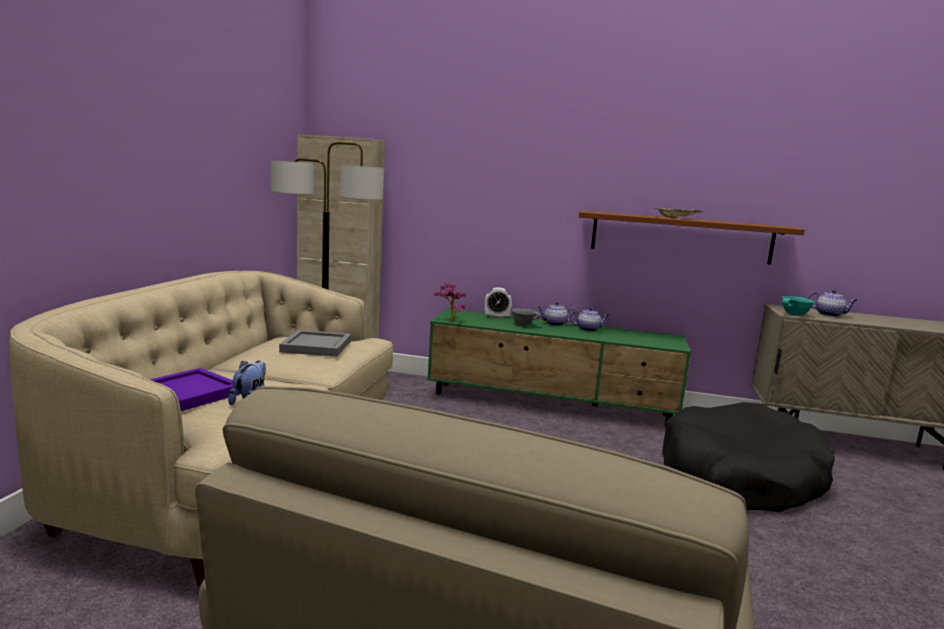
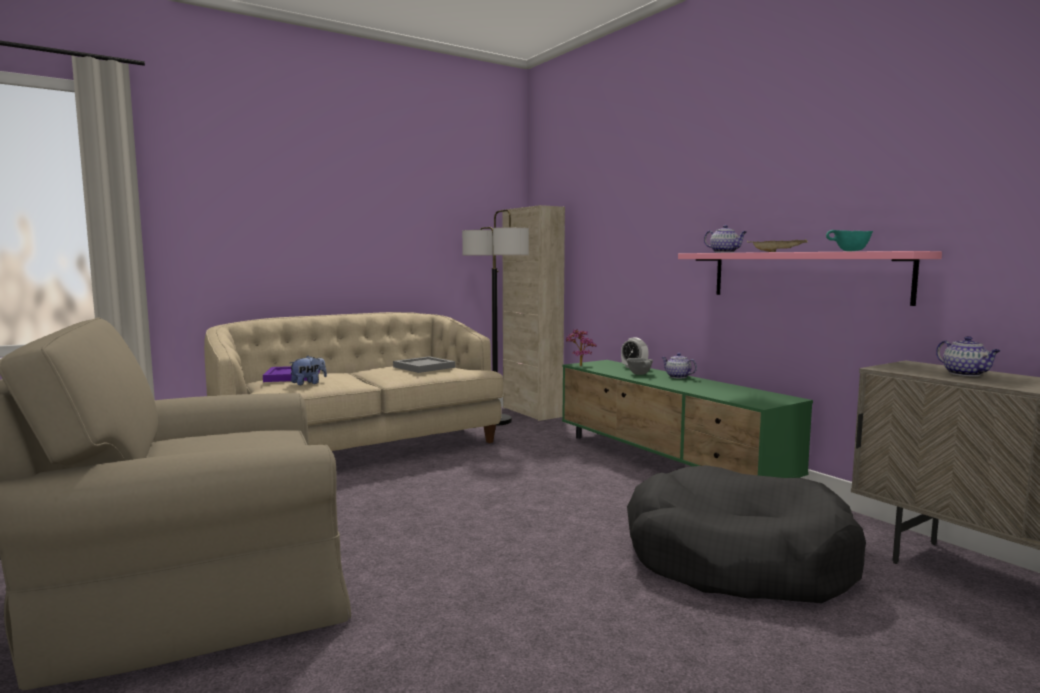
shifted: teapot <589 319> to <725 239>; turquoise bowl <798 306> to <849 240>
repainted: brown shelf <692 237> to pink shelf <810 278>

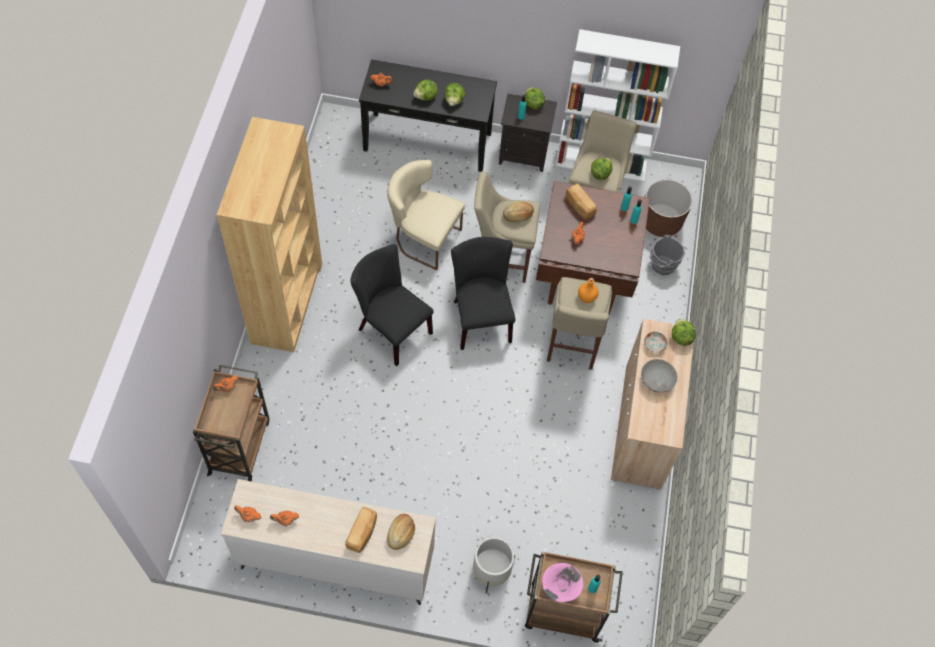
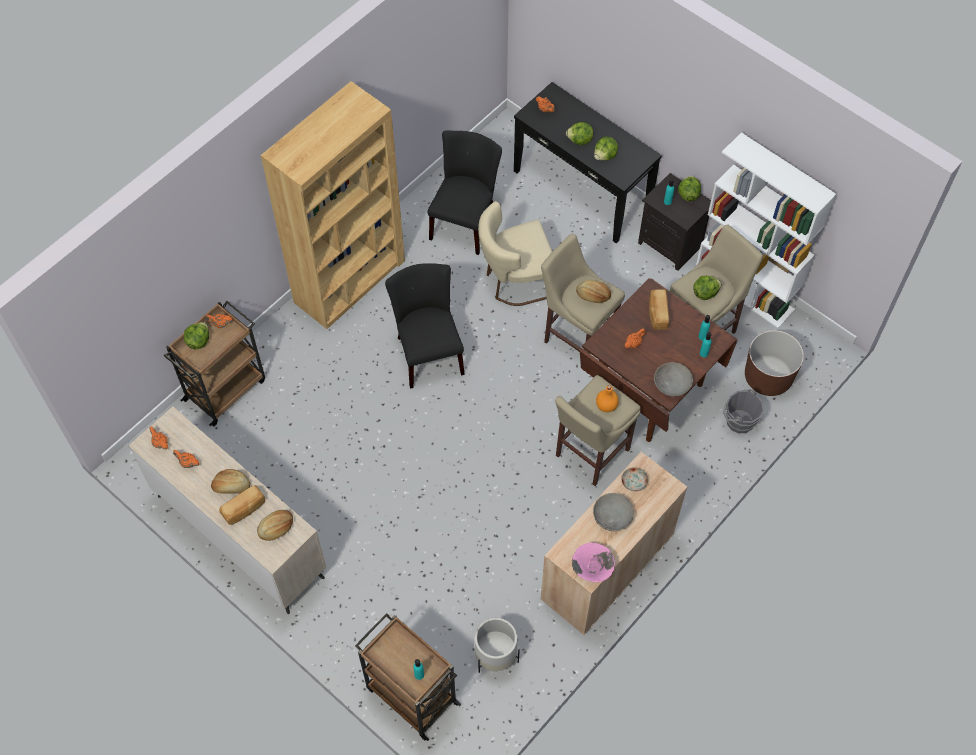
new: bread <230 481>; grey bowl <673 379>
shifted: black chair <483 293> to <464 193>; white planter <494 565> to <497 645>; pink bowl <562 582> to <593 562>; lettuce <684 332> to <196 336>
rotated: beige chair <426 215> = <515 253> 75 degrees counterclockwise

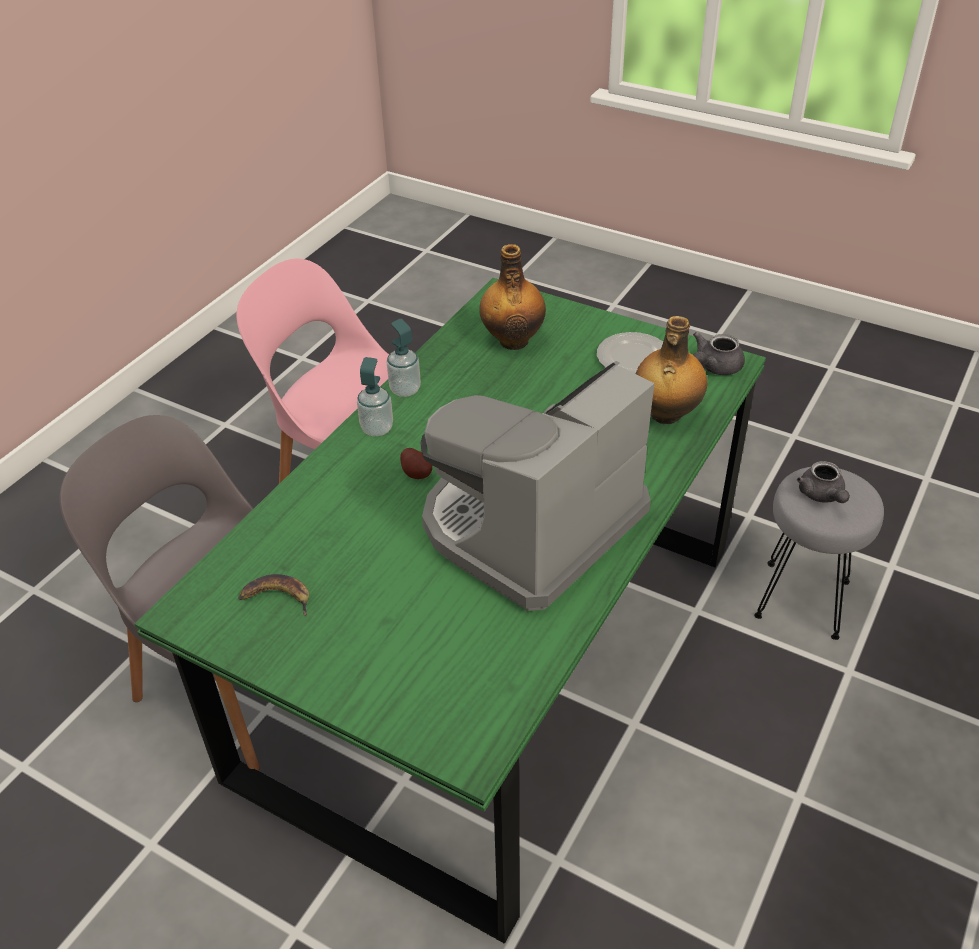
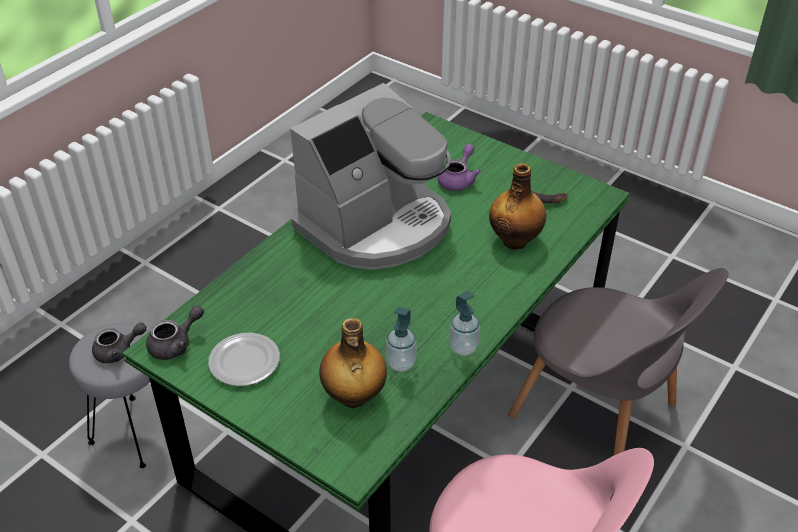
gone: potato <416 463>
new: purple teapot <459 167>
shifted: soap dispenser <375 396> to <401 339>; bottle <672 370> to <517 206>
rotated: grey teapot <823 482> = <119 343> 75 degrees clockwise

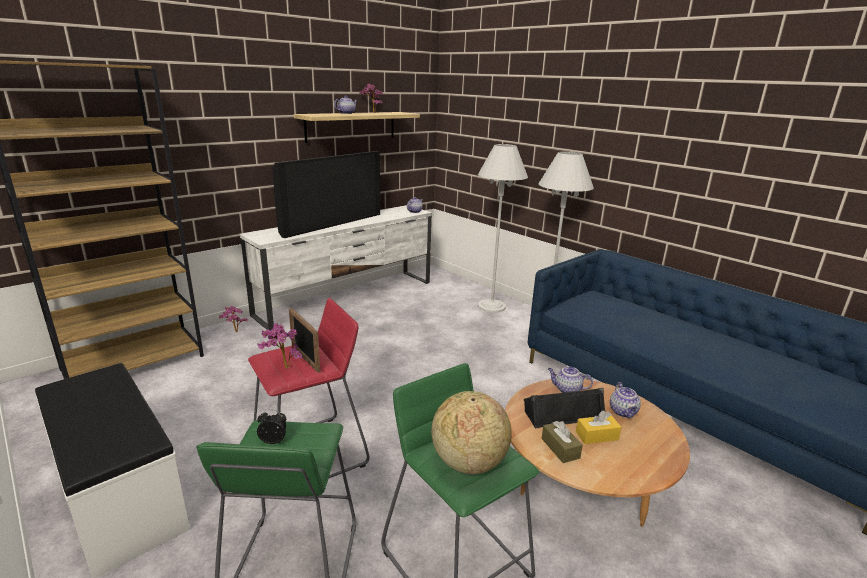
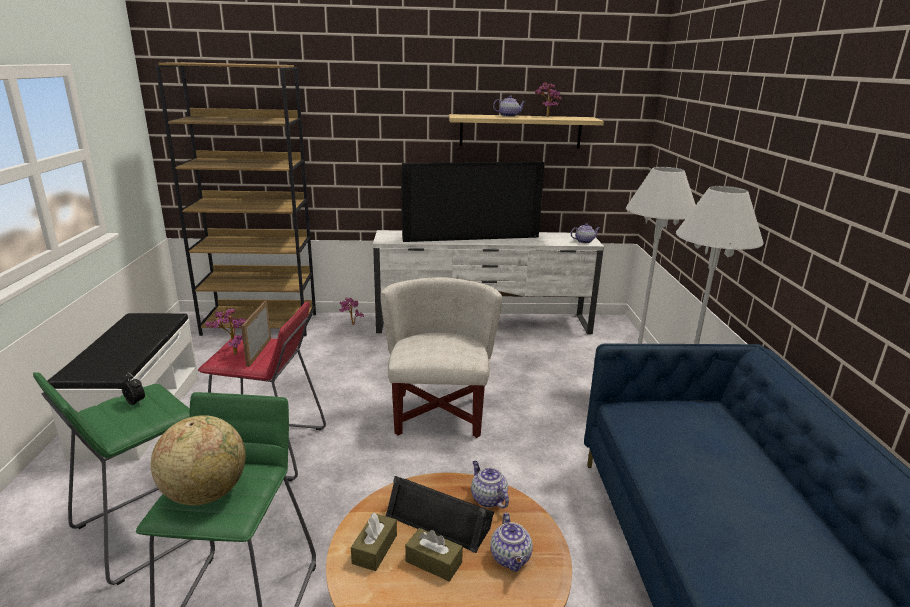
new: white armchair <441 357>
repainted: yellow tissue box <599 427> to brown tissue box <434 554>
rotated: teapot <625 400> = <511 542> 45 degrees counterclockwise

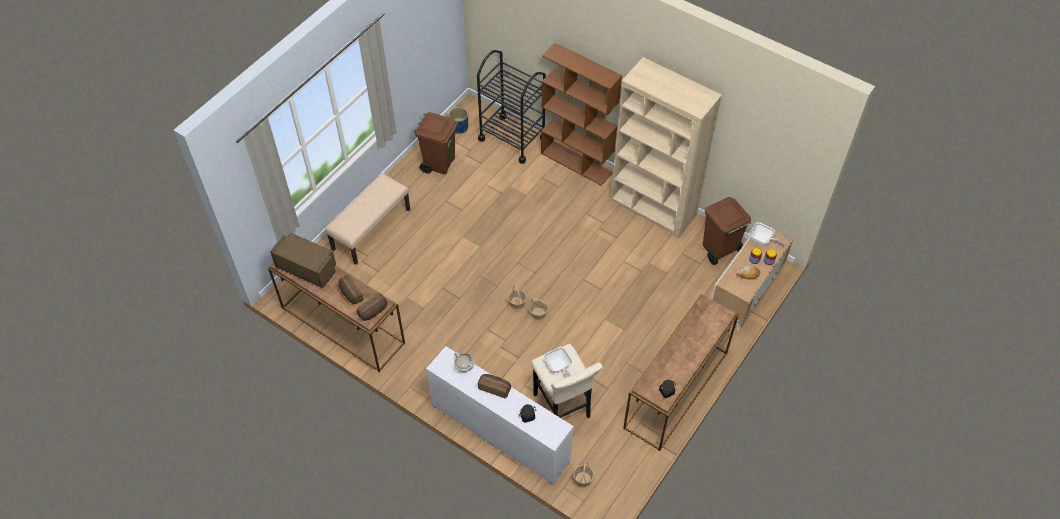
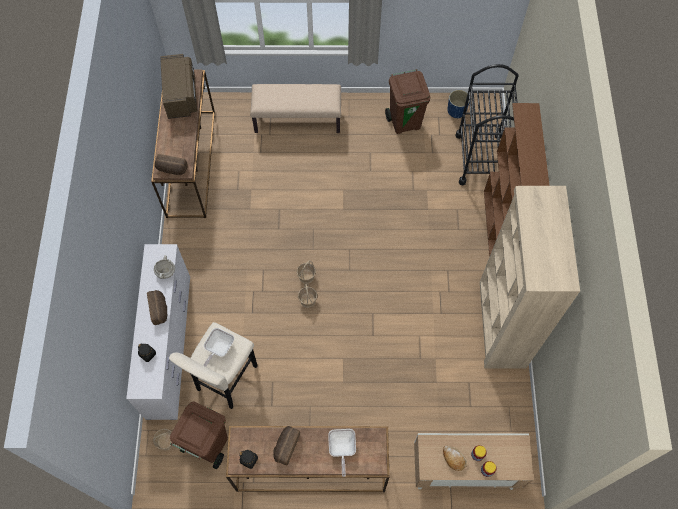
shifted: bread <351 289> to <286 445>; brown trash can <727 231> to <199 435>; frying pan <768 233> to <342 453>

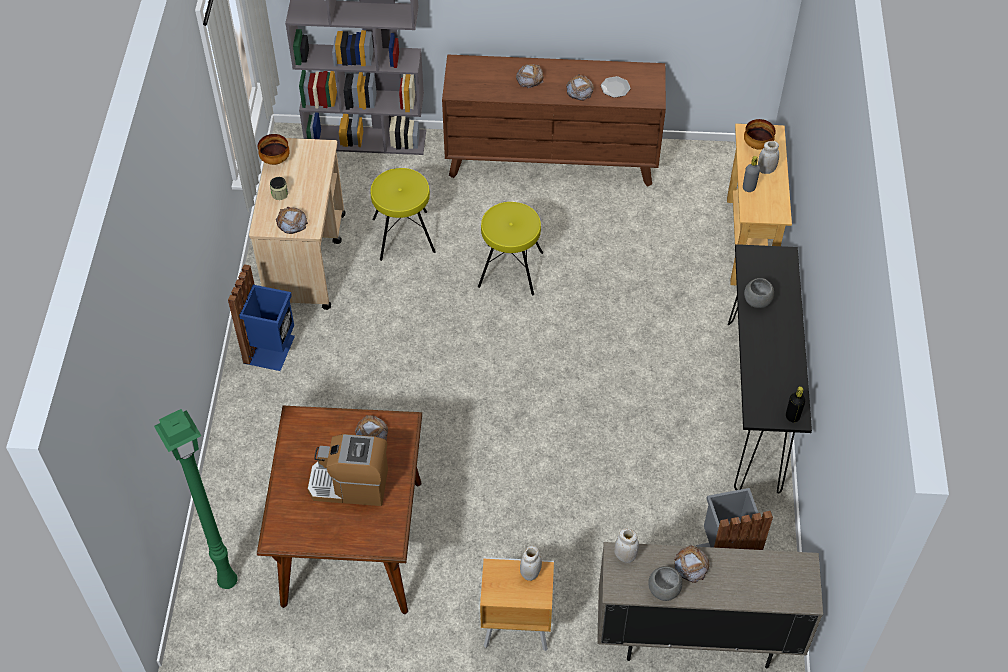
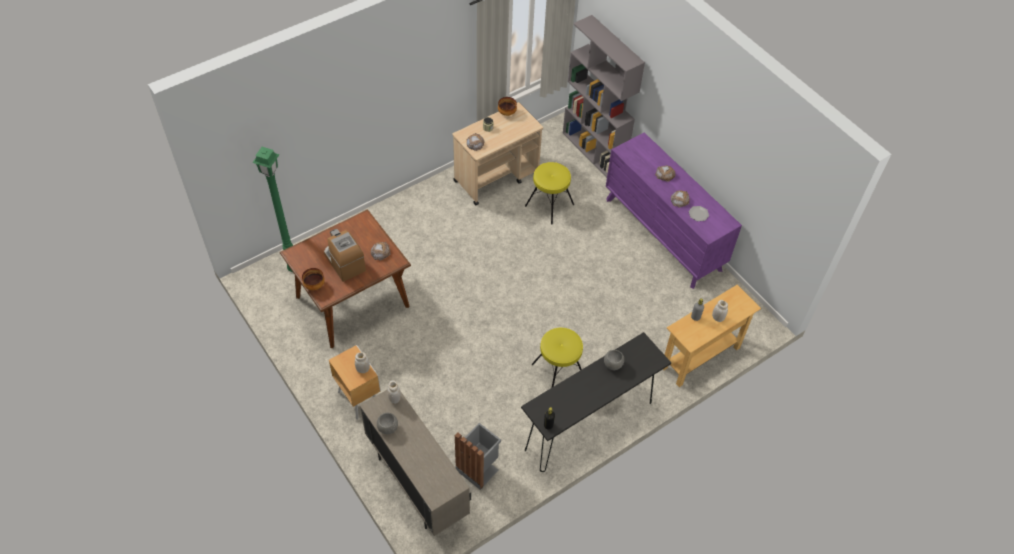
gone: blue trash can <261 317>; bread <692 564>
shifted: yellow stool <510 248> to <557 357>; bowl <760 134> to <313 279>
repainted: brown dresser <554 120> to purple dresser <674 210>

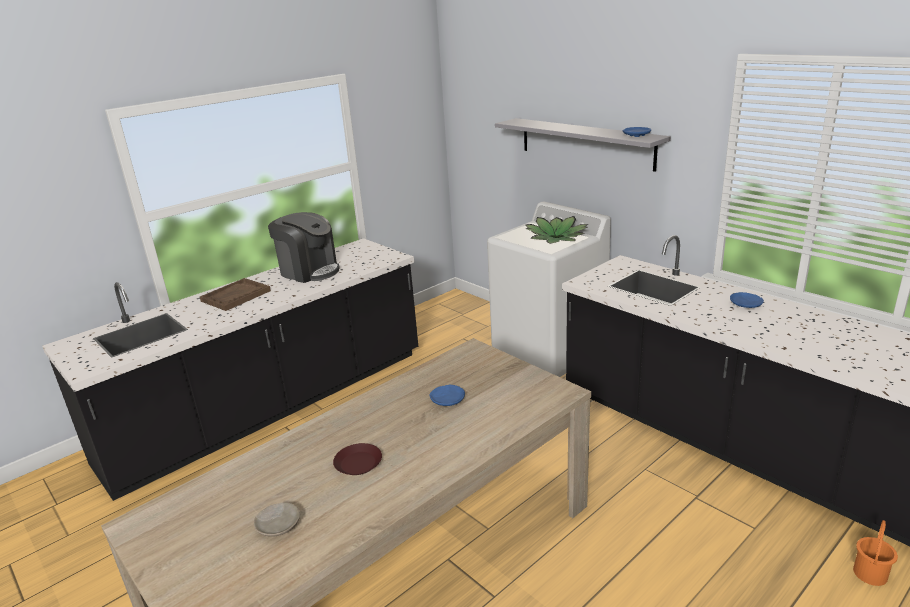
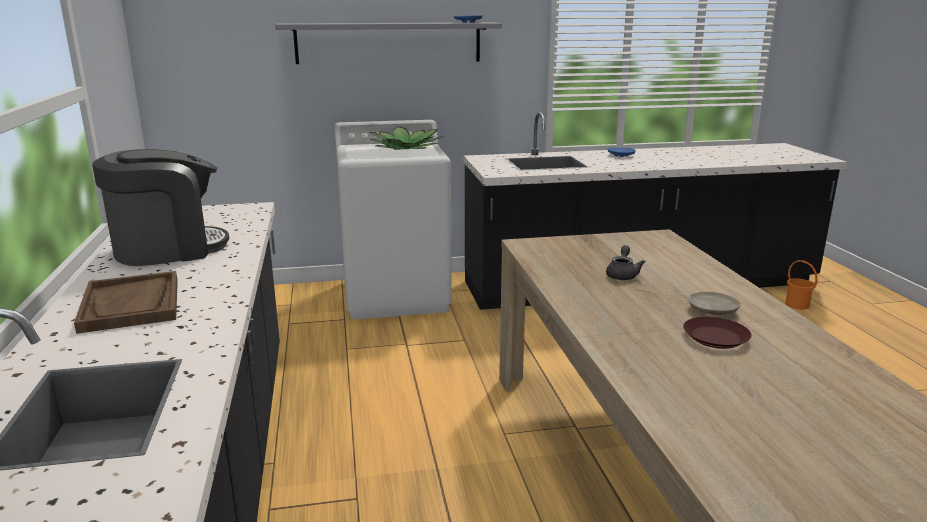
shifted: beige plate <277 519> to <714 304>
swapped: blue plate <447 395> to grey teapot <625 262>

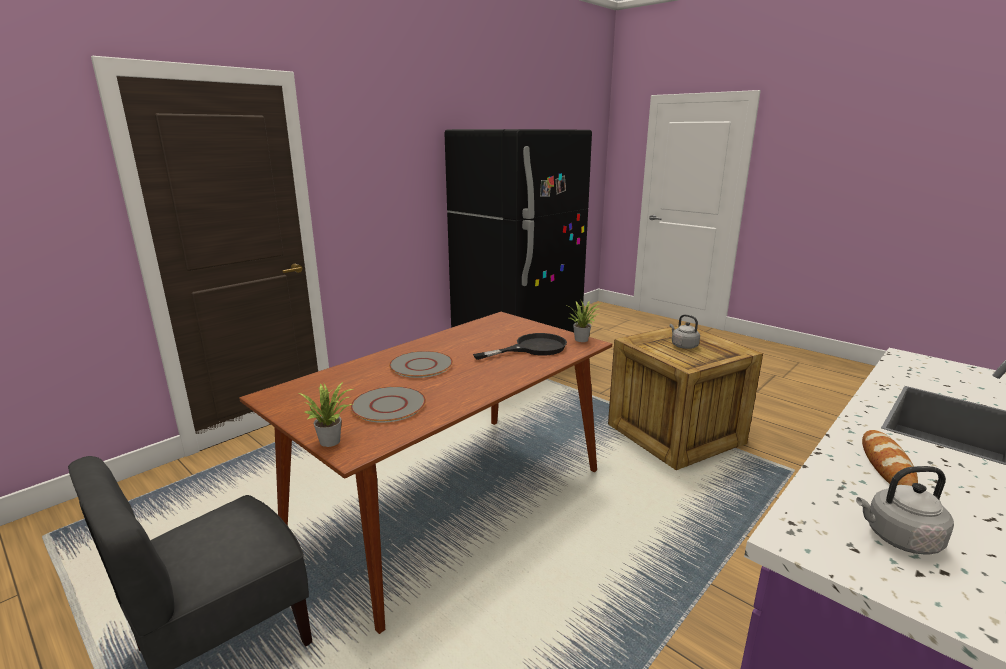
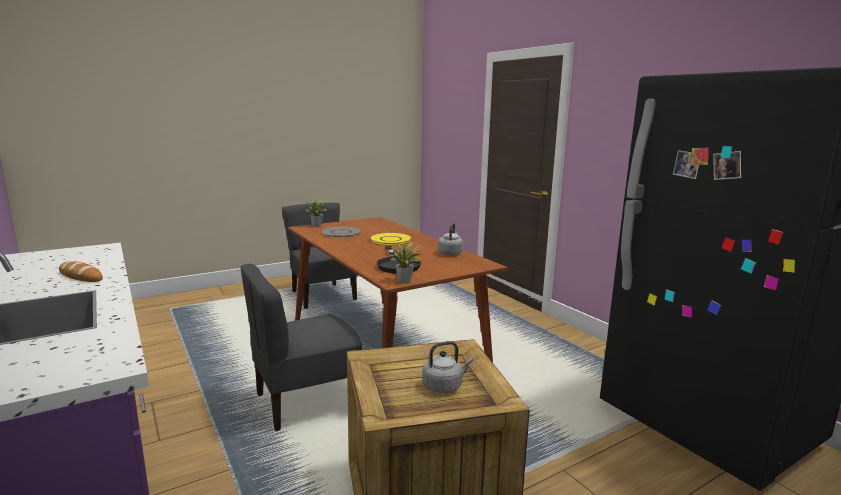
new: grey chair <301 347>
shifted: grey kettle <905 510> to <450 239>
repainted: grey plate <421 364> to yellow plate <390 239>

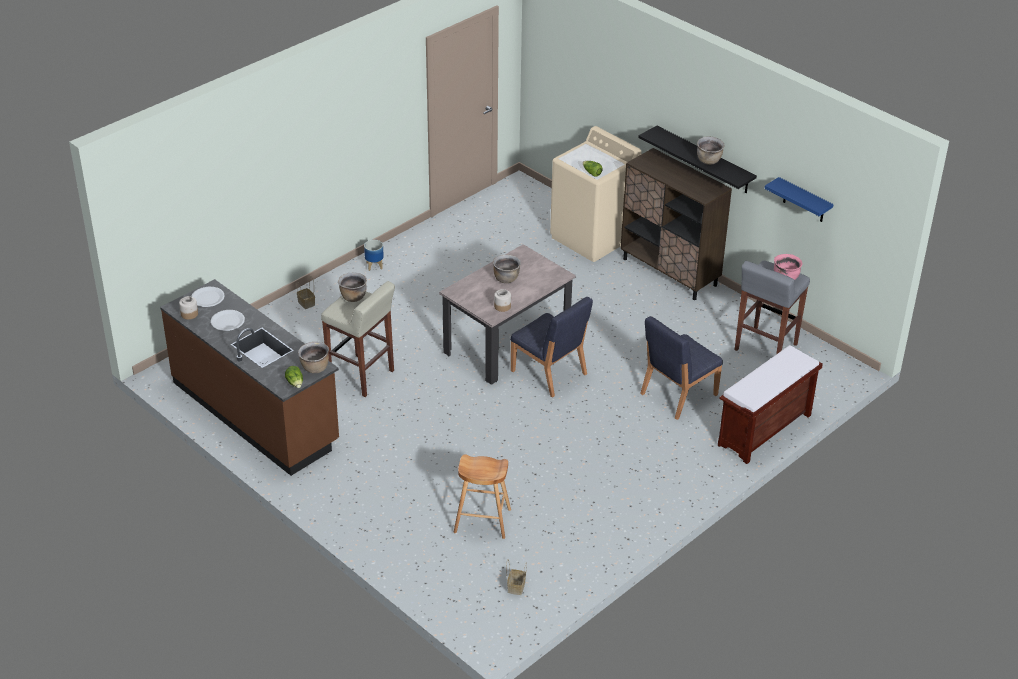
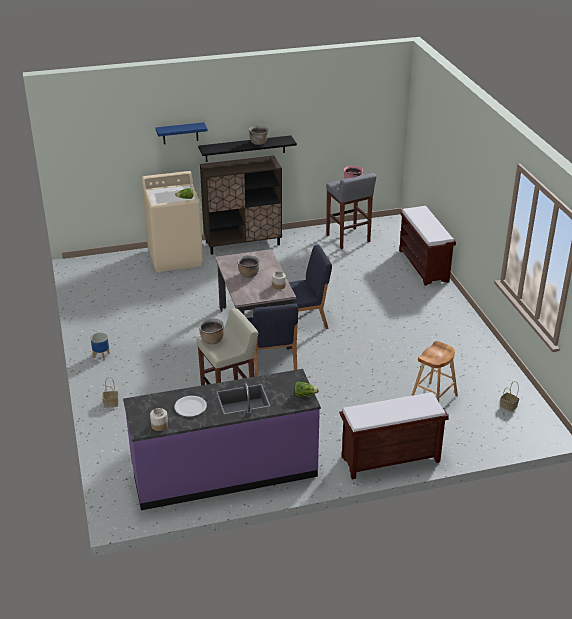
gone: white plate <208 297>; brown cooking pot <313 357>
new: brown bench <394 435>
shifted: blue chair <681 368> to <272 340>; blue shelf <799 199> to <182 133>
repainted: brown counter <249 377> to purple counter <222 439>

